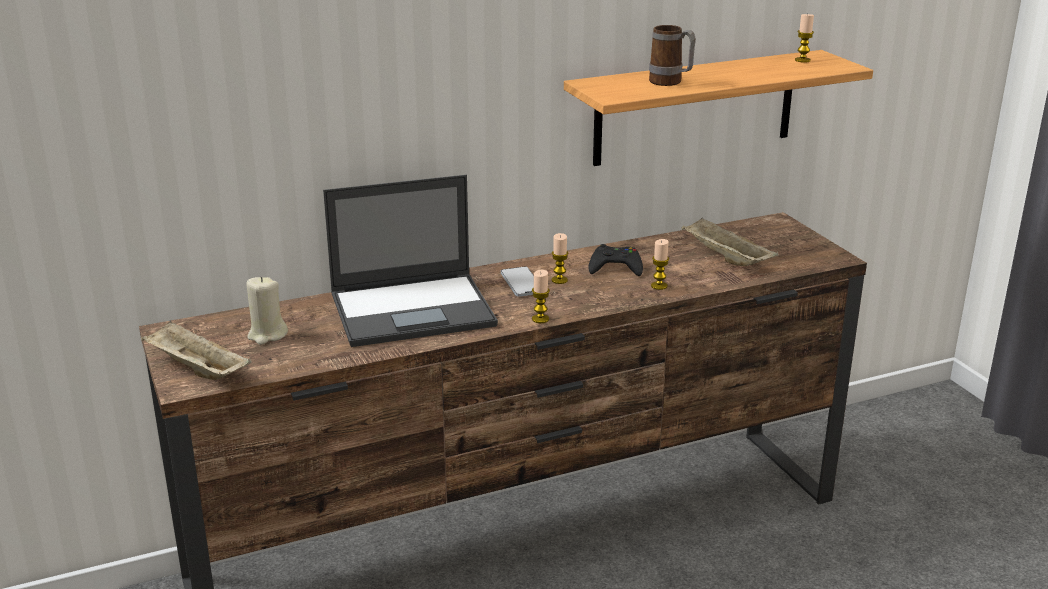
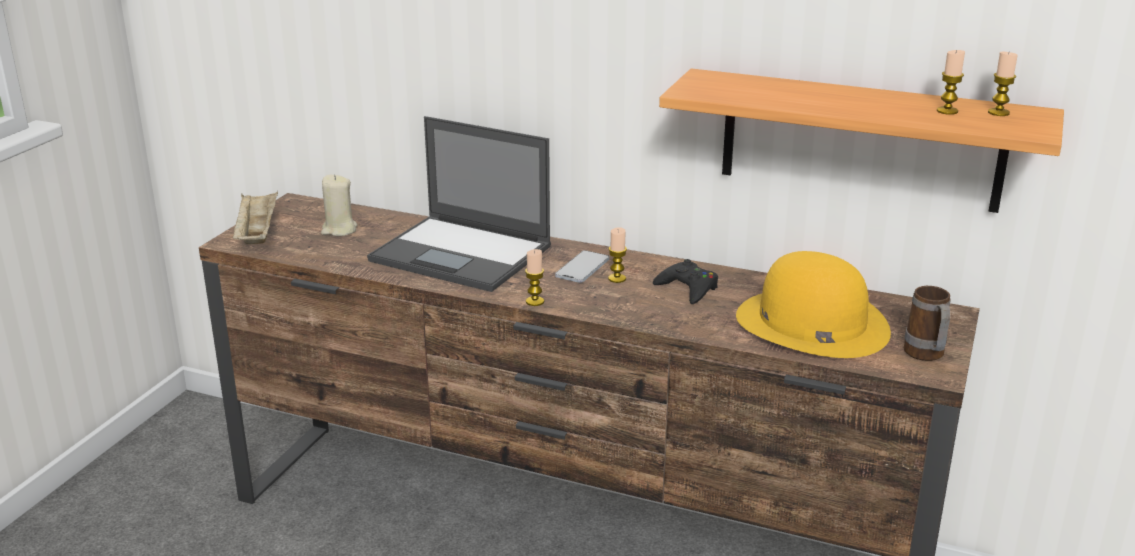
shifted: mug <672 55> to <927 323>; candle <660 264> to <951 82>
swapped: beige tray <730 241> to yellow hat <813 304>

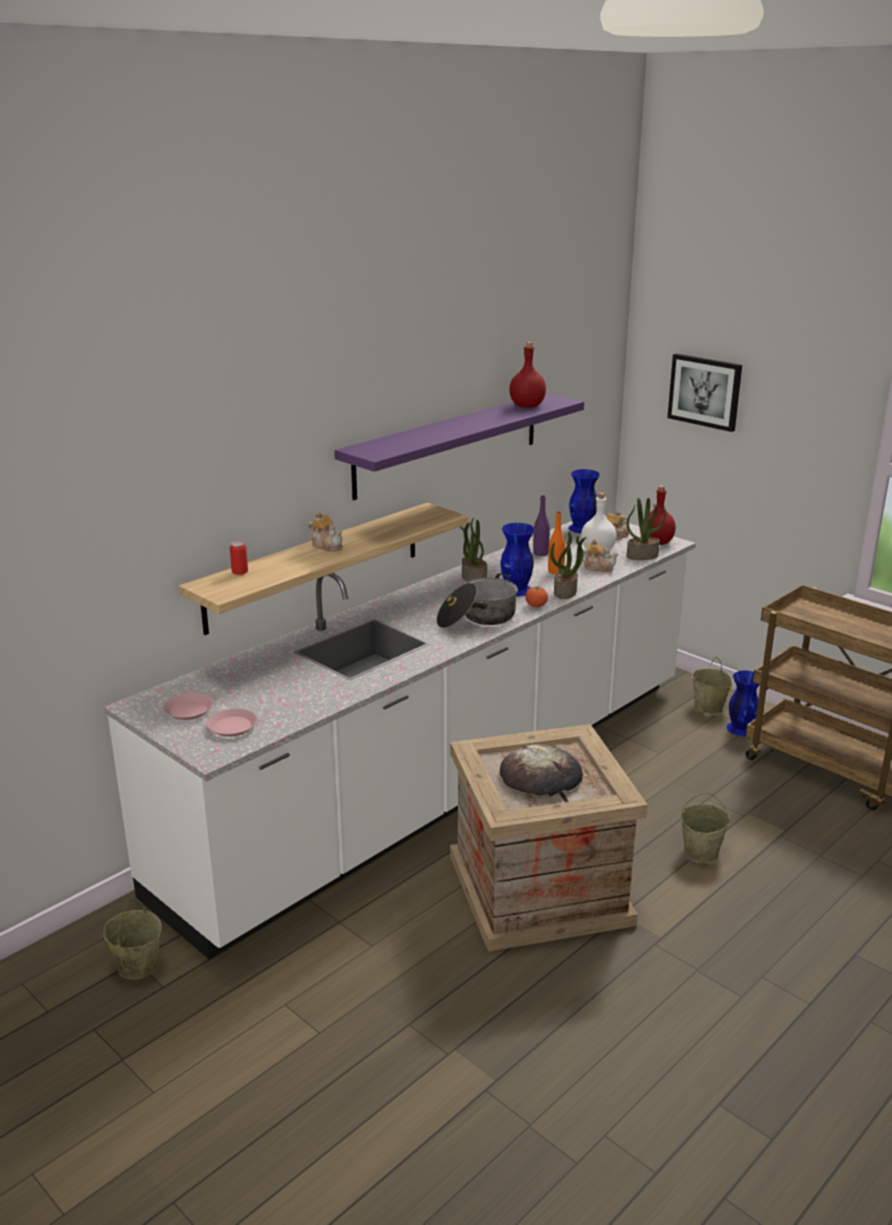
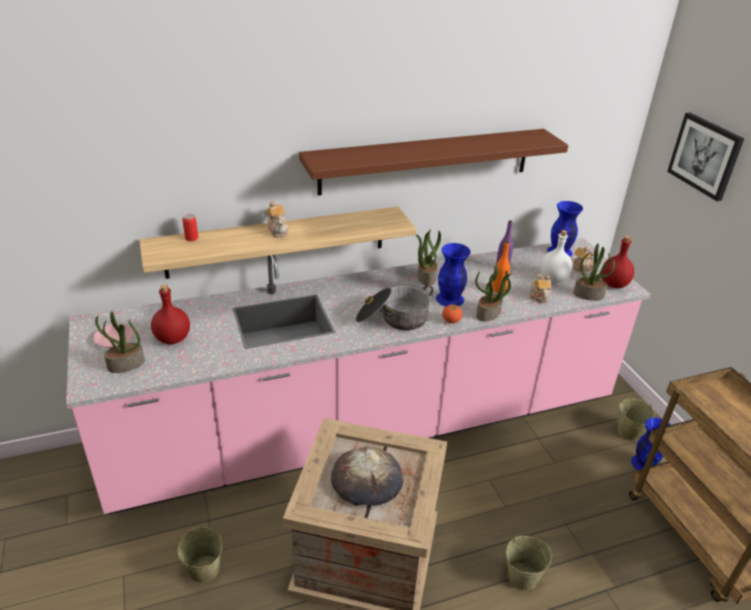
shifted: beige bucket <132 939> to <200 554>; red bottle <527 375> to <170 314>
swapped: pink plate <232 722> to potted plant <120 342>
repainted: white counter <400 737> to pink counter <358 376>; purple shelf <459 446> to brown shelf <433 162>
rotated: teapot <601 555> = <541 288> 135 degrees counterclockwise

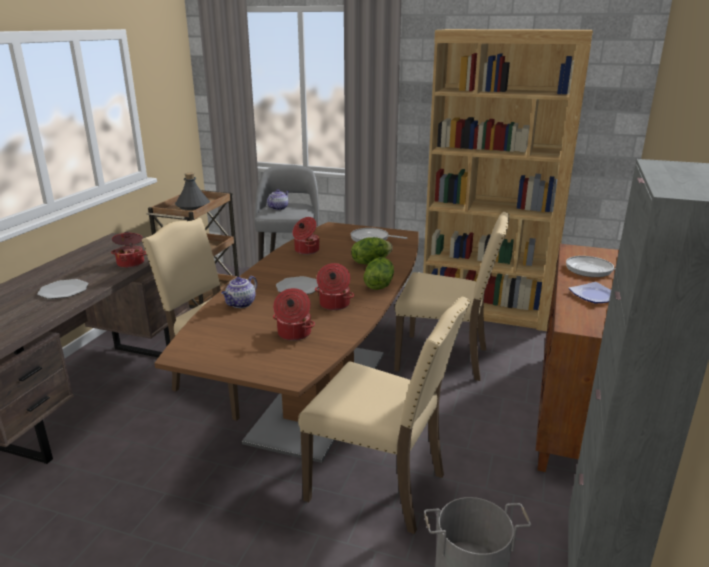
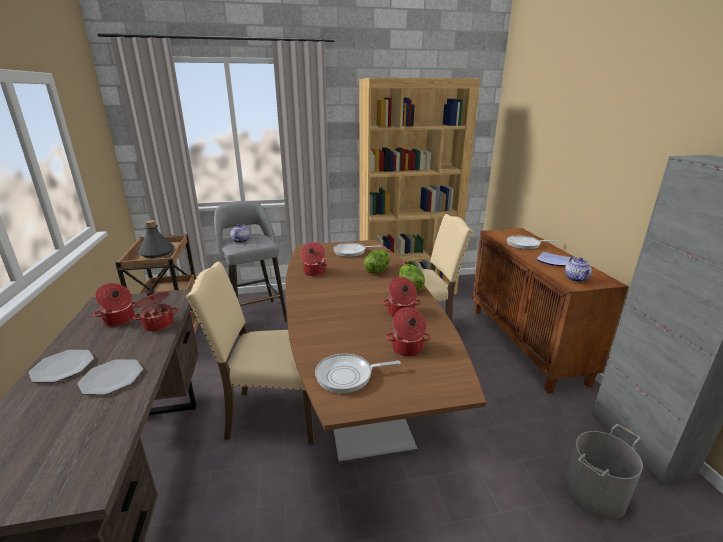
gone: beige chair <384 415>
new: cooking pot <115 304>; frying pan <358 373>
shifted: teapot <239 292> to <578 269>; plate <297 285> to <61 366>

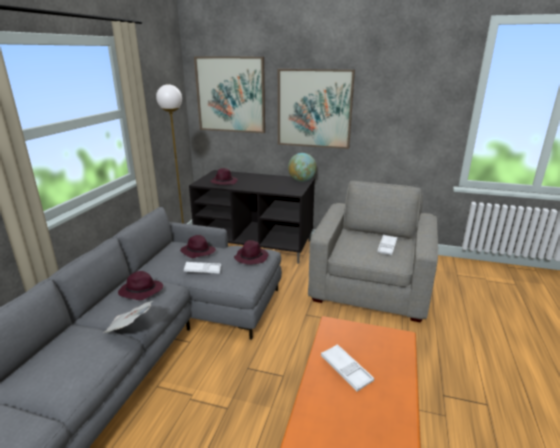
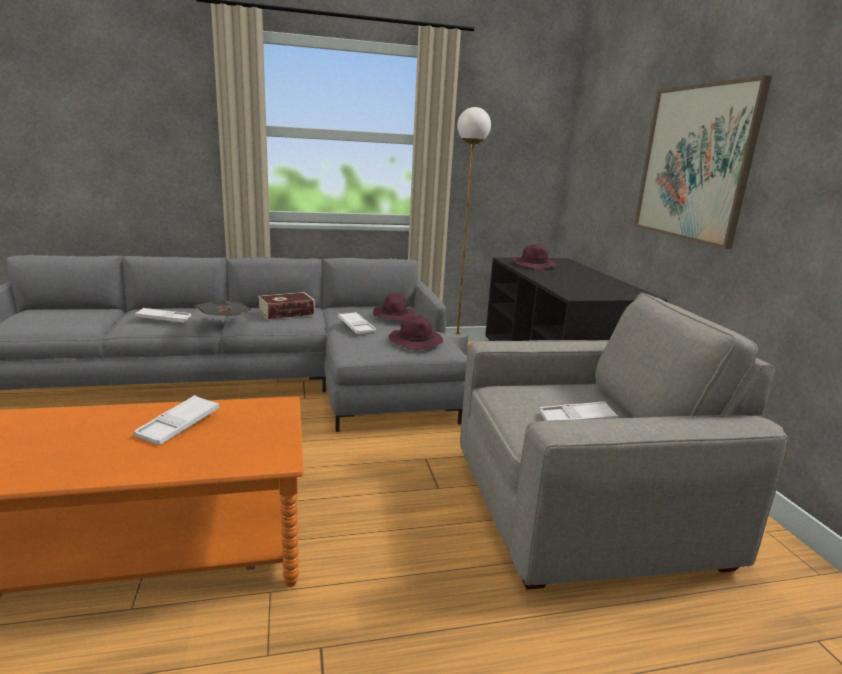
gone: picture <229 94>; globe <302 167>
new: white tray <162 315>
swapped: purple hat <140 285> to book <286 306>

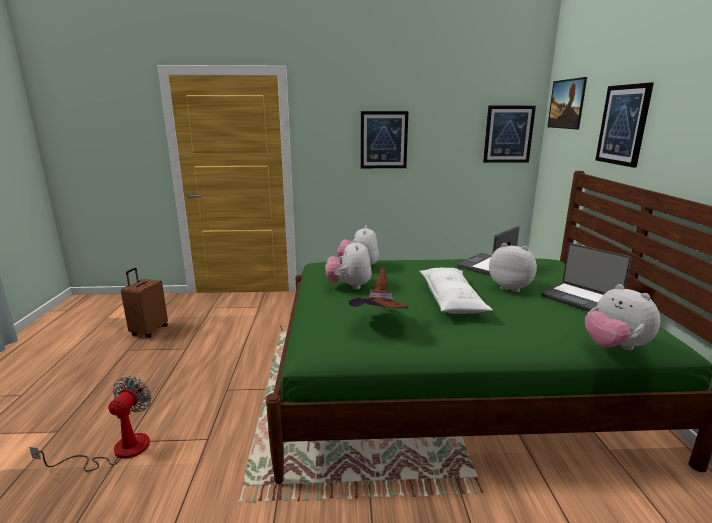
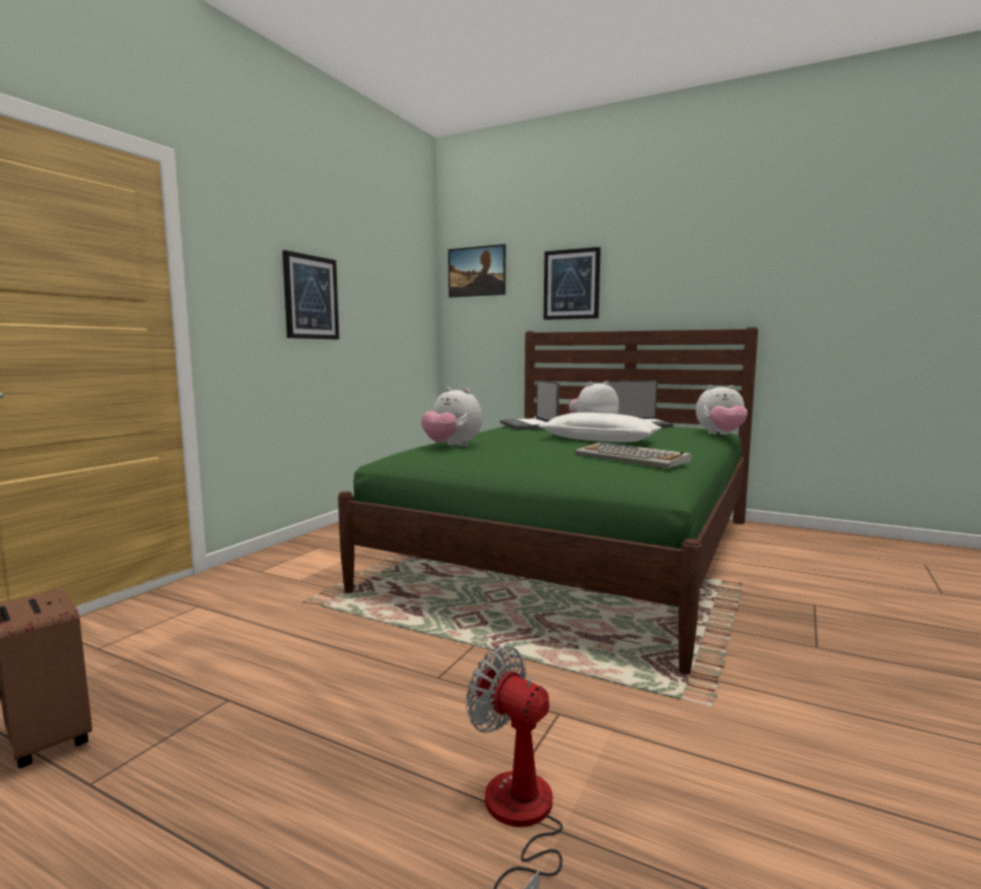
gone: plush toy <348 264>; picture <509 134>
swapped: brown hat <379 288> to keyboard <633 455>

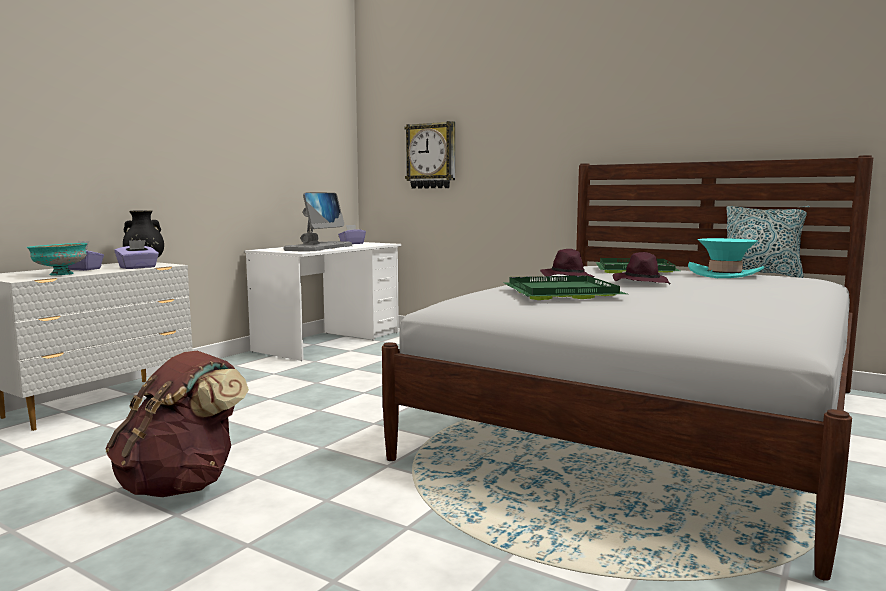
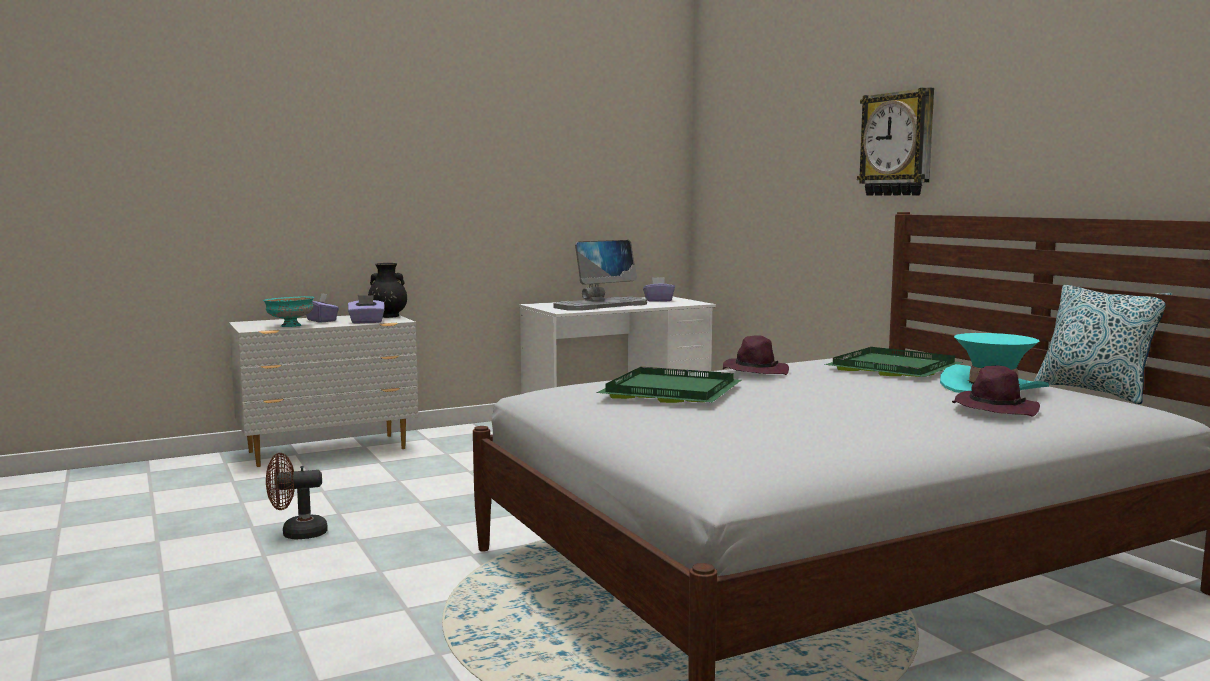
shifted: wall clock <429 155> to <895 141>; purple hat <641 268> to <996 391>
swapped: brown backpack <177 424> to brown fan <297 496>

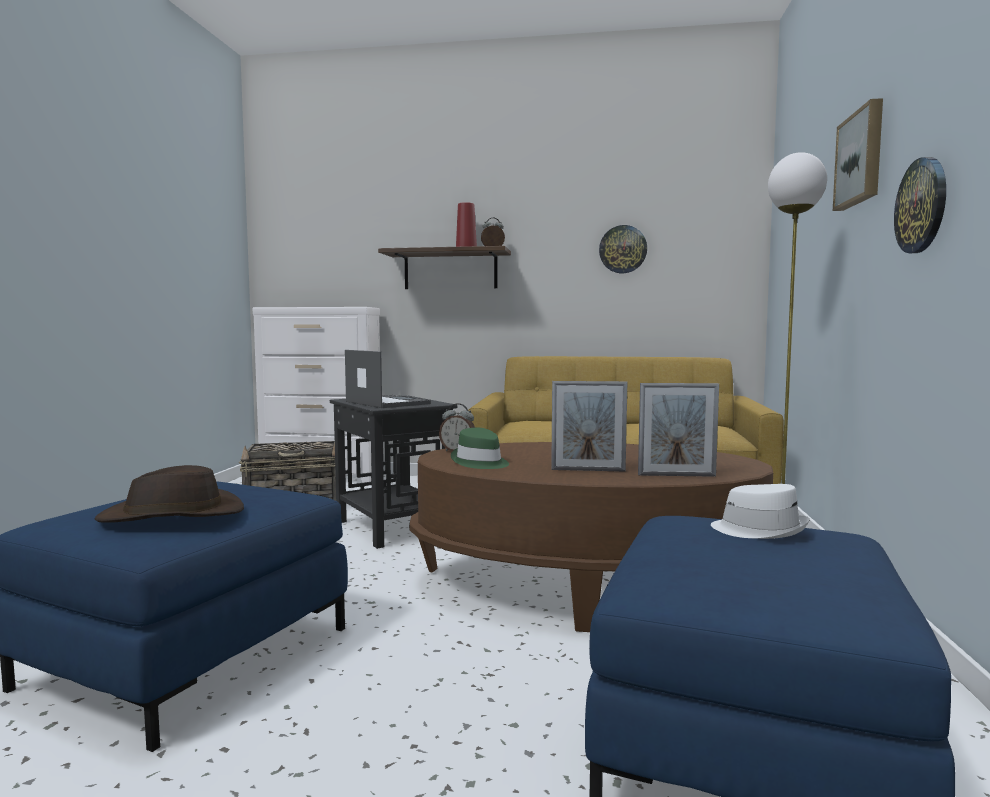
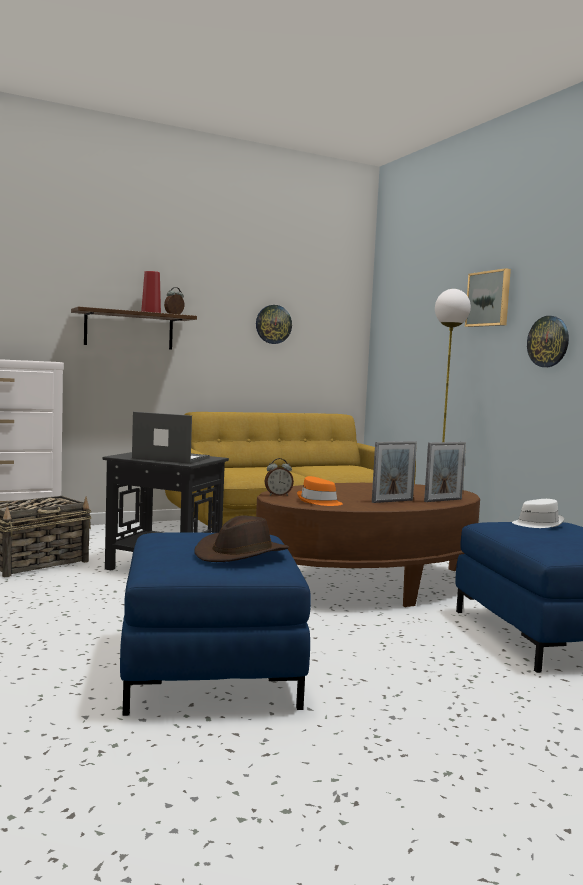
repainted: green hat <480 448> to orange hat <320 491>

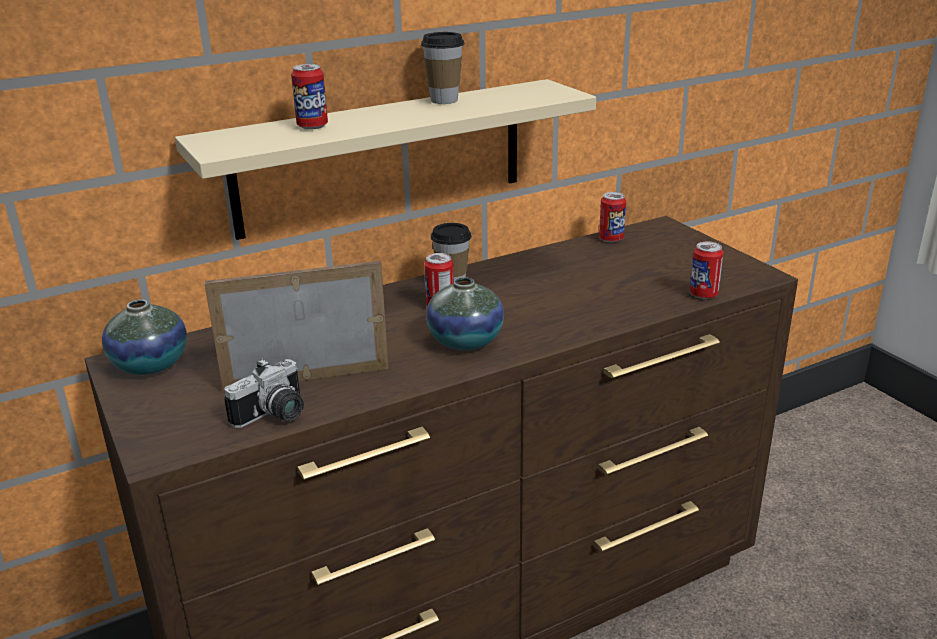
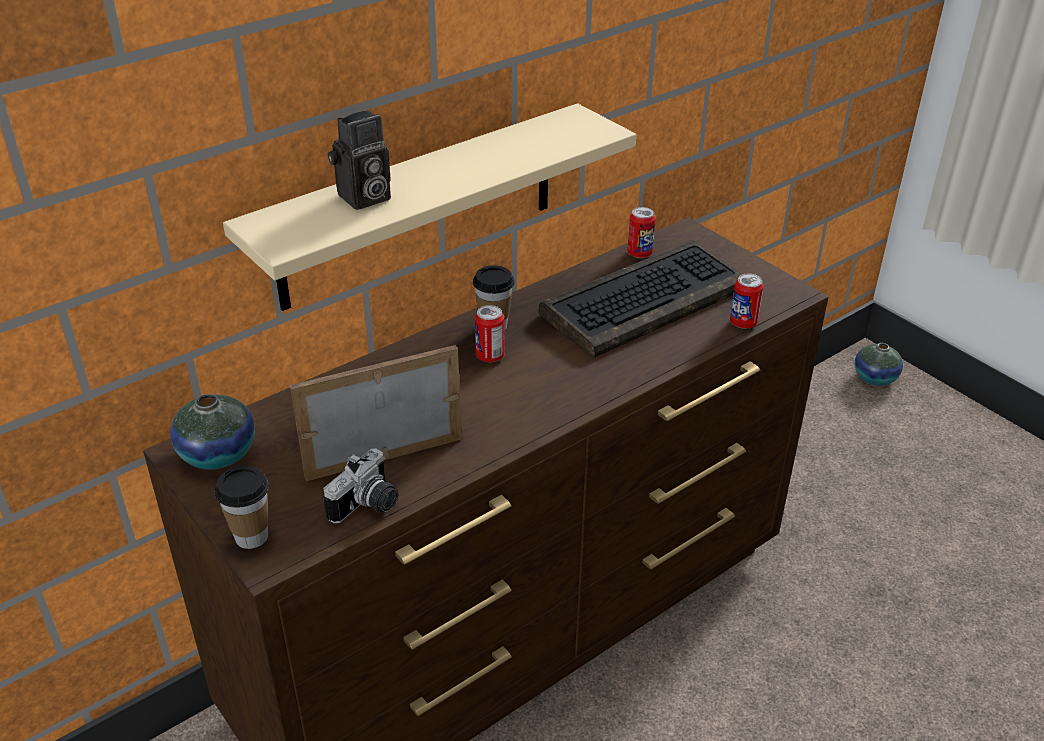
new: keyboard <640 299>
shifted: cup <443 68> to <242 507>; vase <465 313> to <879 364>
swapped: can <309 97> to photo camera <359 160>

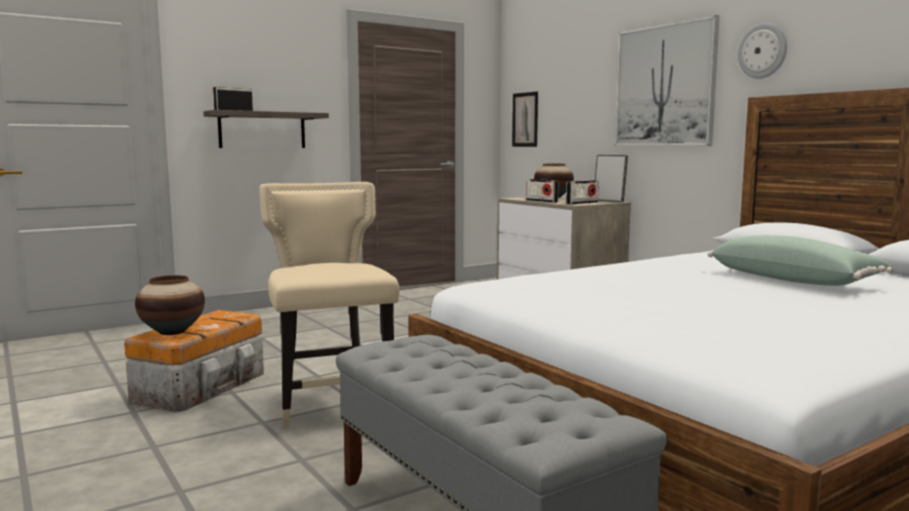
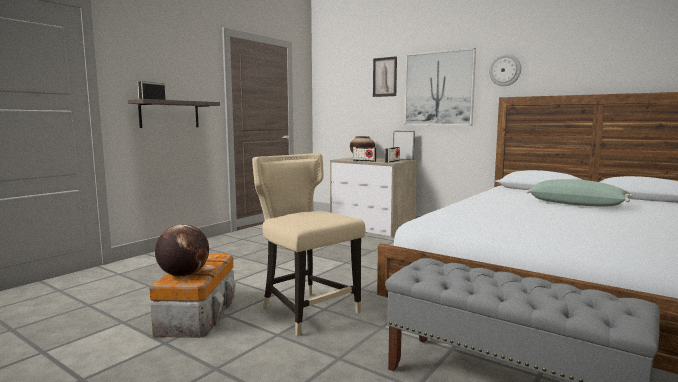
shifted: picture <525 119> to <385 76>
swapped: vase <170 305> to globe <182 250>

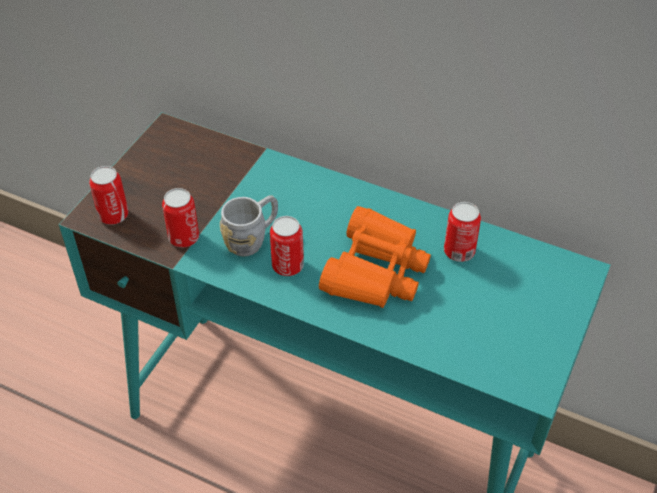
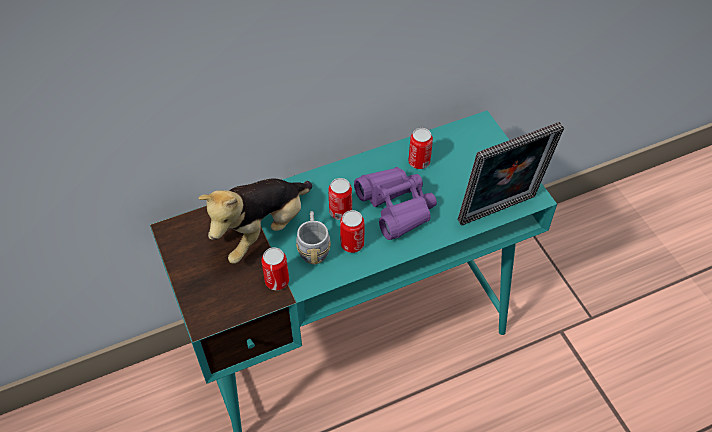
new: plush toy <255 221>; picture frame <511 174>
shifted: can <109 195> to <340 199>
repainted: orange binoculars <375 257> to purple binoculars <395 203>

